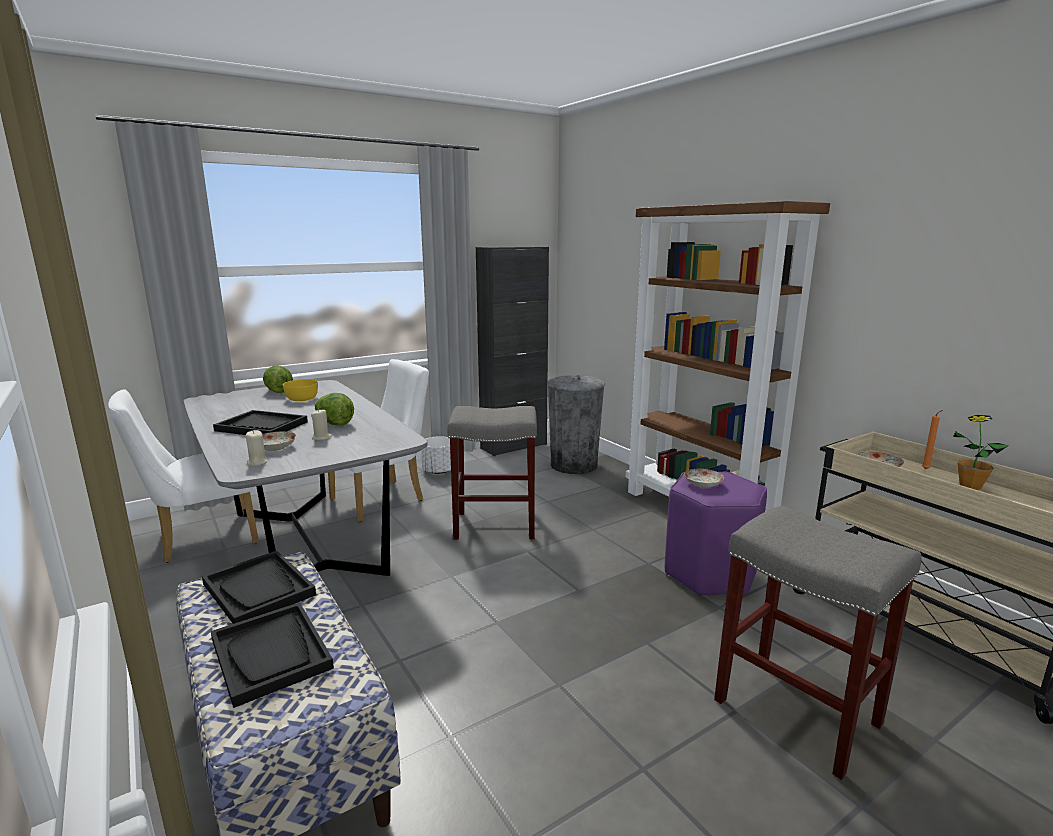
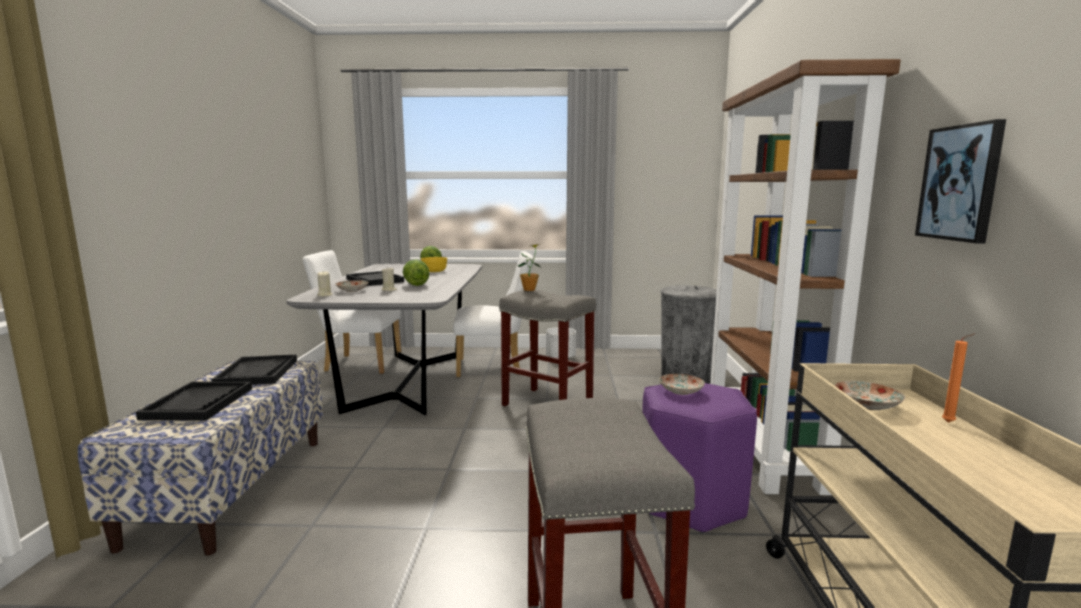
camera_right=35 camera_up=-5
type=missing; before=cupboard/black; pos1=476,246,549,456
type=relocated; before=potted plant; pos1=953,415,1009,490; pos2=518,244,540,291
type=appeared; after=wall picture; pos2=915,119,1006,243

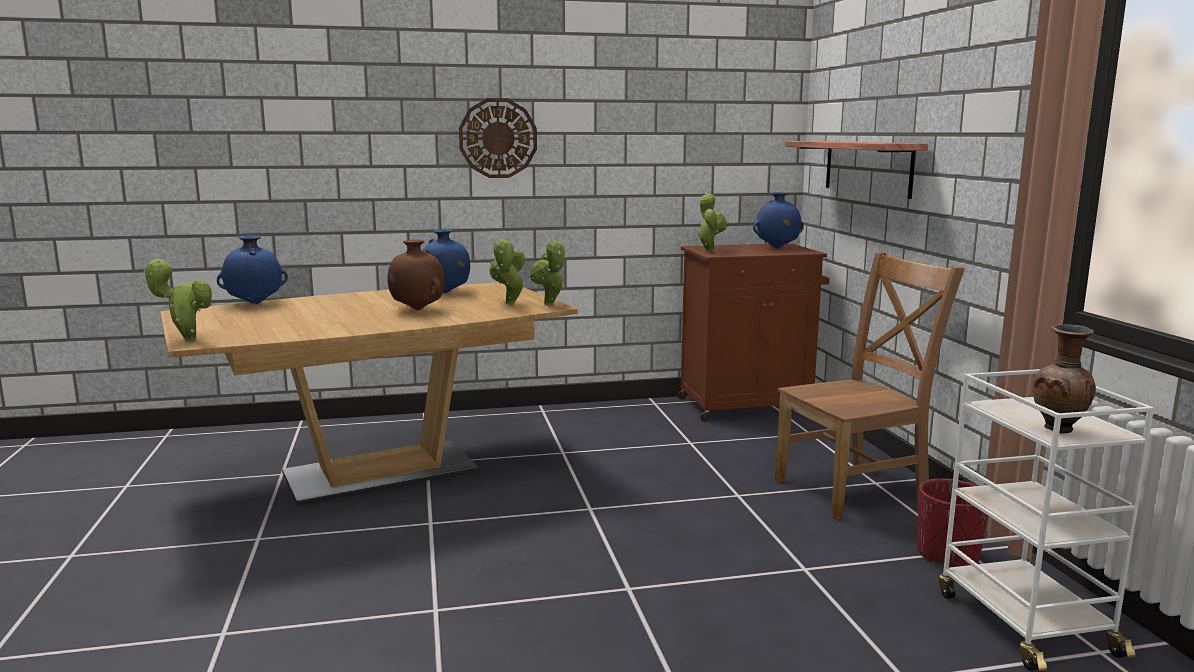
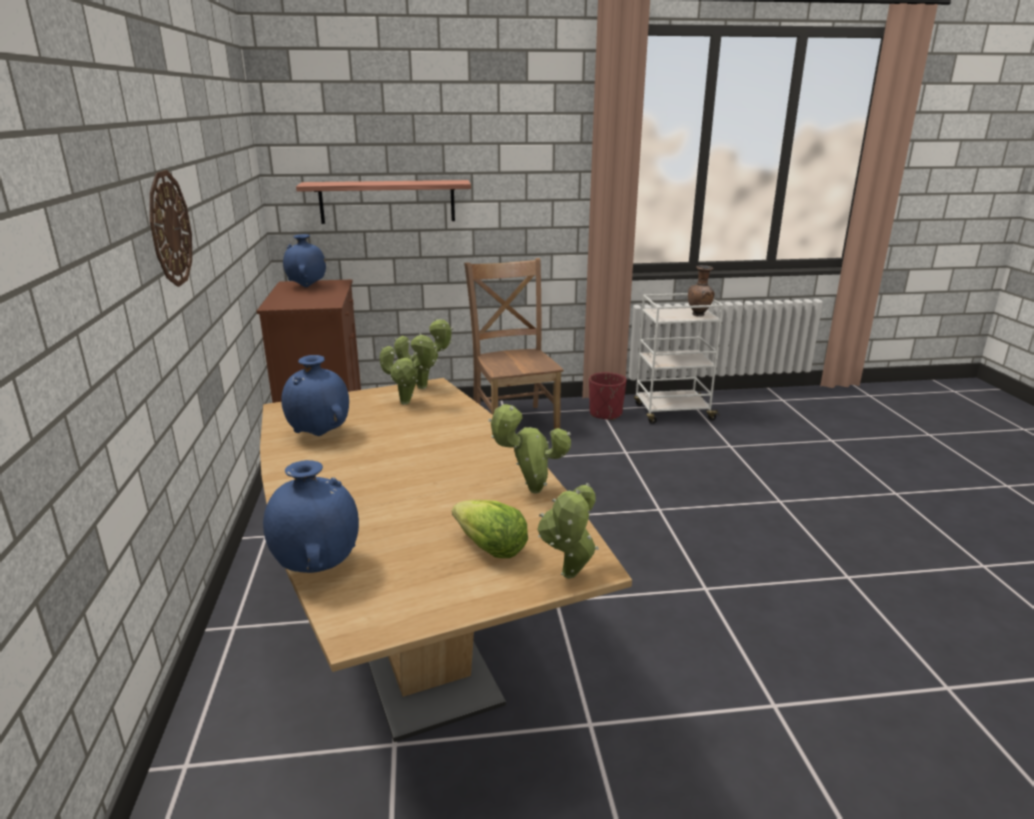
camera_right=-85 camera_up=10
type=relocated; before=potted plant; pos1=697,193,727,252; pos2=488,404,571,494
type=missing; before=decorative vase/brown-coloured; pos1=387,240,445,310
type=appeared; after=lettuce; pos2=452,500,528,558

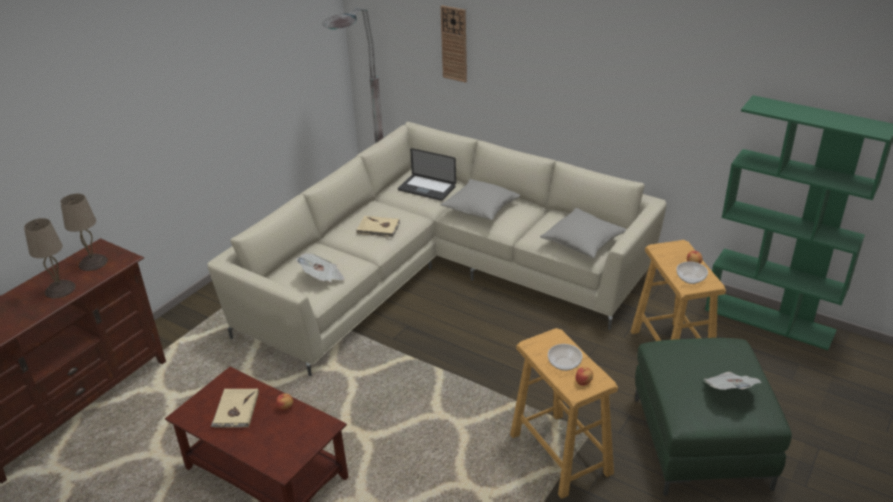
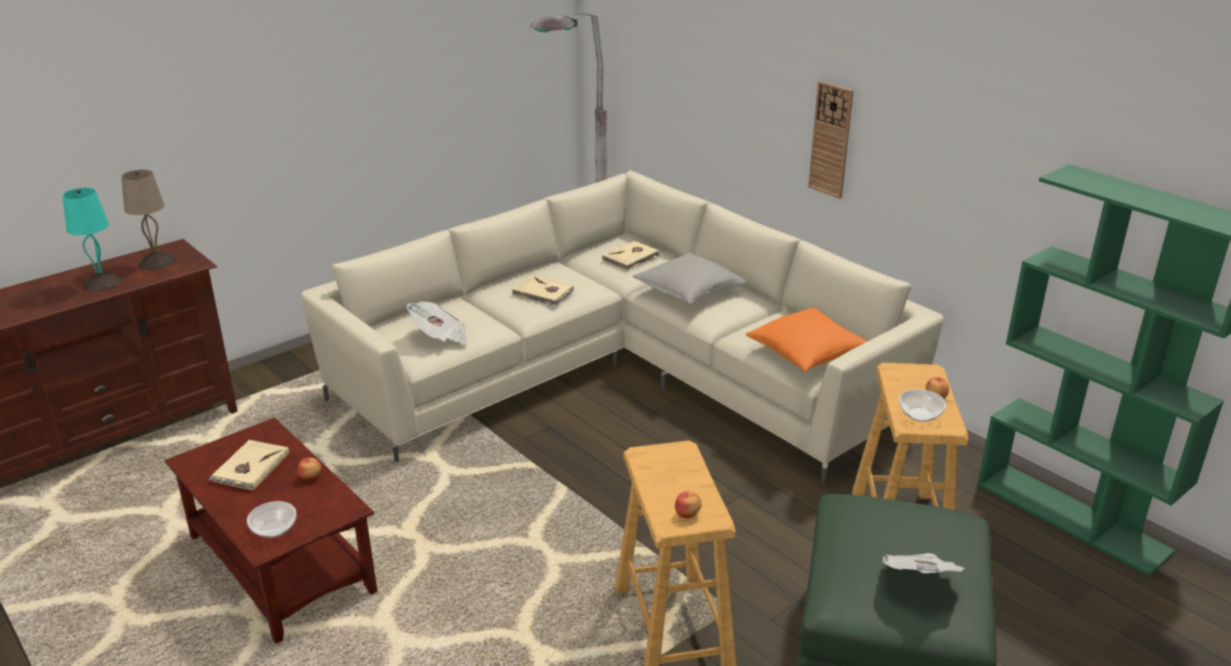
camera_right=15 camera_up=-5
type=relocated; before=hanging clock; pos1=441,5,467,83; pos2=808,81,854,199
type=exchanged; before=portable computer; after=volume/sand-coloured; pos1=398,148,456,201; pos2=602,241,661,271
type=colour; before=pillow/greyish; after=pillow/orange-coloured; pos1=540,208,627,258; pos2=745,307,867,372
type=colour; before=table lamp/sand-coloured; after=table lamp/turquoise-coloured; pos1=24,218,76,298; pos2=62,188,122,292
type=relocated; before=deep dish; pos1=548,344,583,371; pos2=247,501,296,538

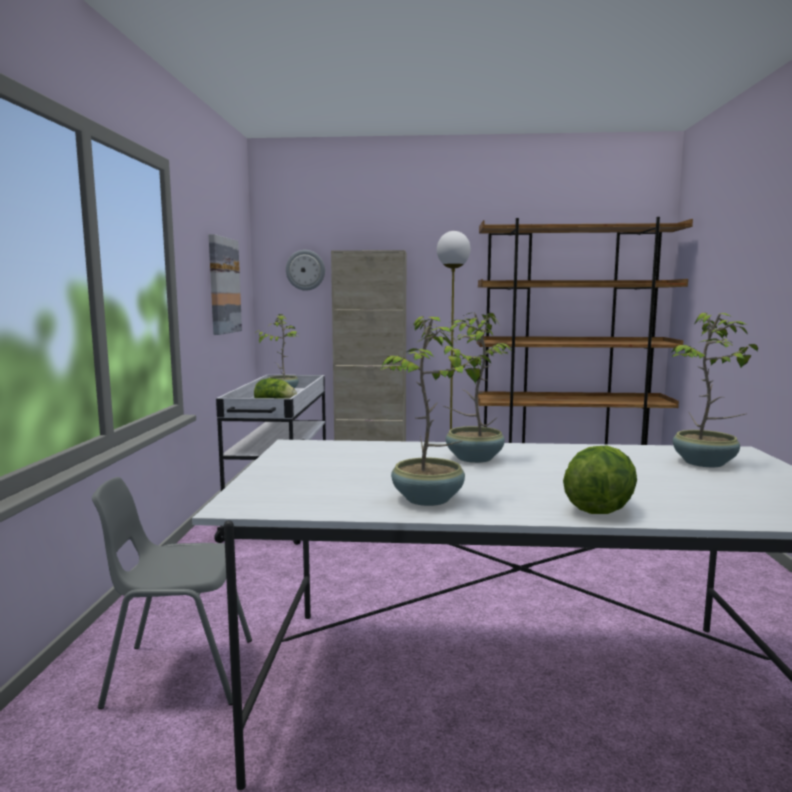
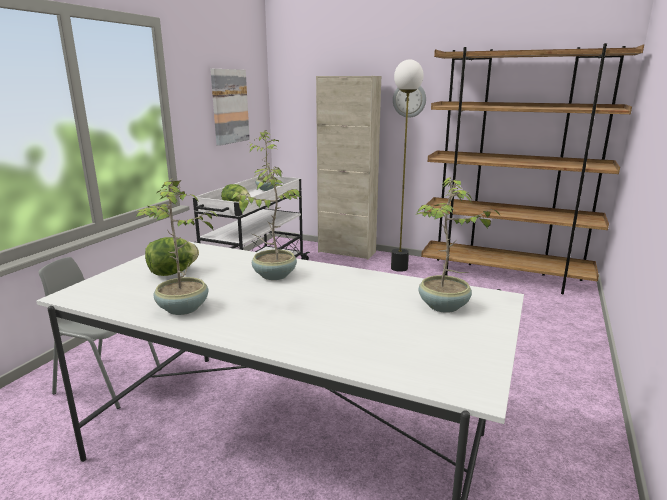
camera_right=20 camera_up=10
type=relocated; before=hanging clock; pos1=286,250,325,291; pos2=393,86,426,118
type=relocated; before=lettuce; pos1=563,445,637,514; pos2=145,237,199,276

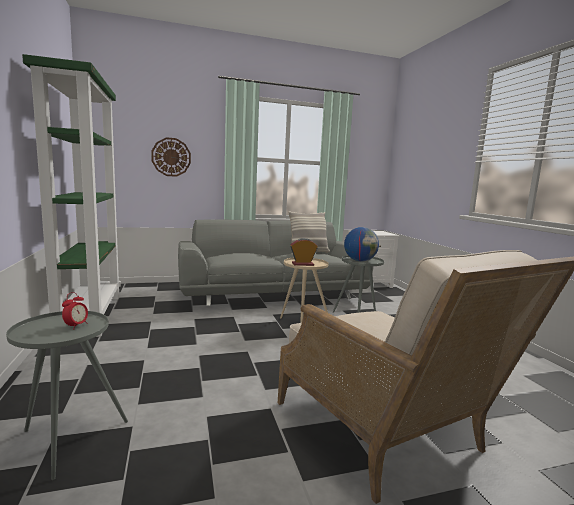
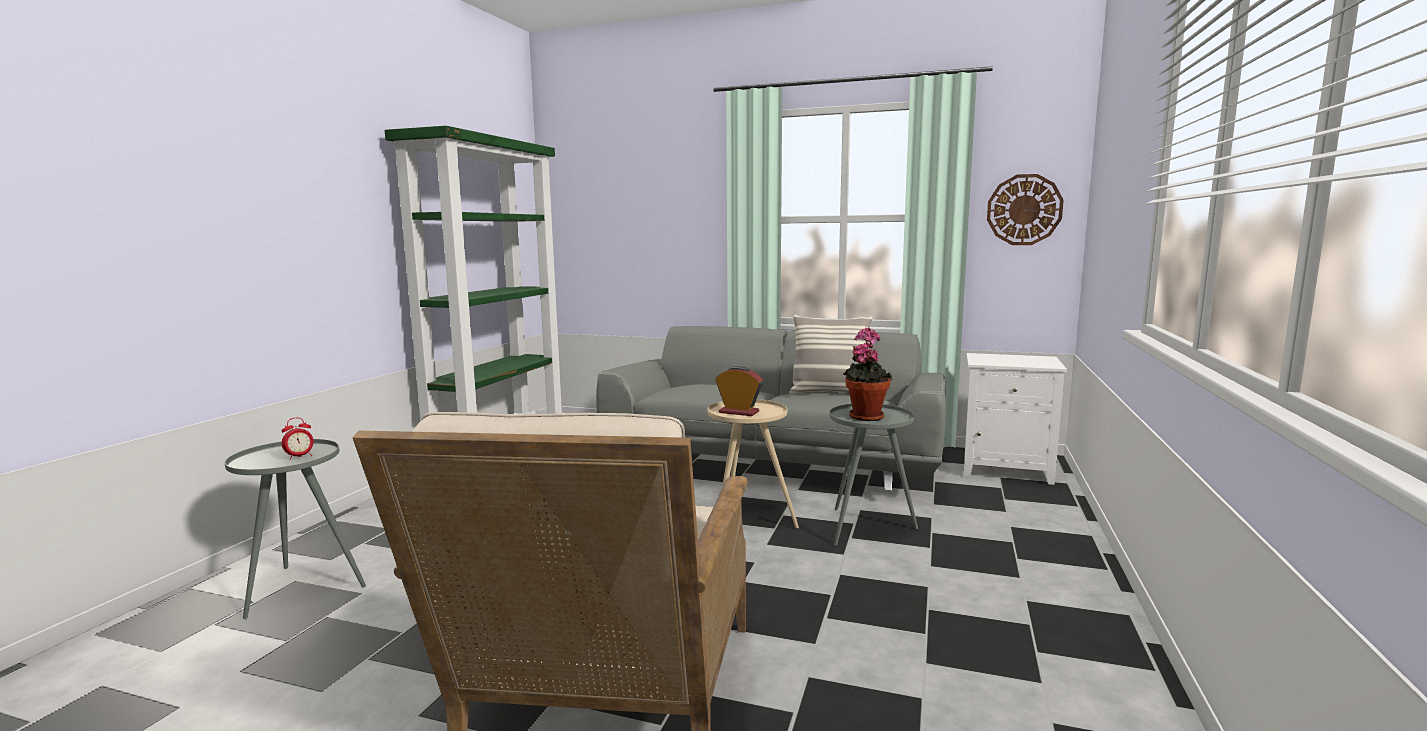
camera_right=35 camera_up=0
type=relocated; before=hanging clock; pos1=151,137,191,177; pos2=987,174,1064,245
type=exchanged; before=world globe; after=potted plant; pos1=344,227,379,261; pos2=843,327,893,421

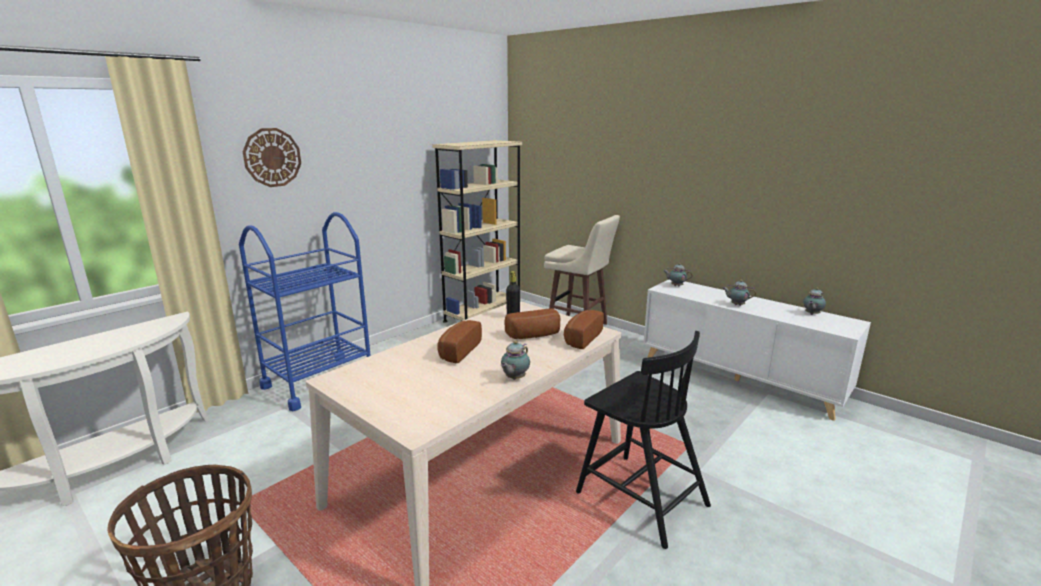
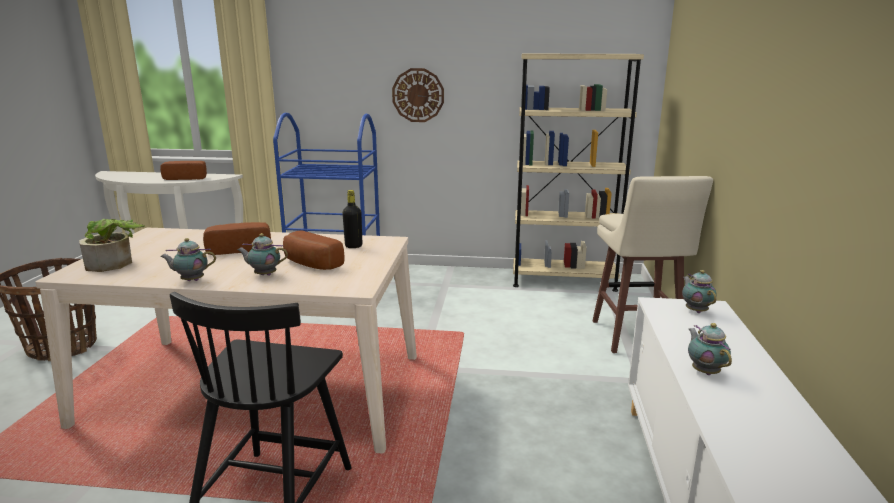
camera_right=55 camera_up=0
type=relocated; before=hanging clock; pos1=243,128,301,187; pos2=392,68,444,122
type=relocated; before=tea pot; pos1=803,288,826,315; pos2=237,233,288,276
type=relocated; before=bakery bread; pos1=564,310,604,349; pos2=160,161,207,180
type=appeared; after=potted plant; pos2=79,219,145,272

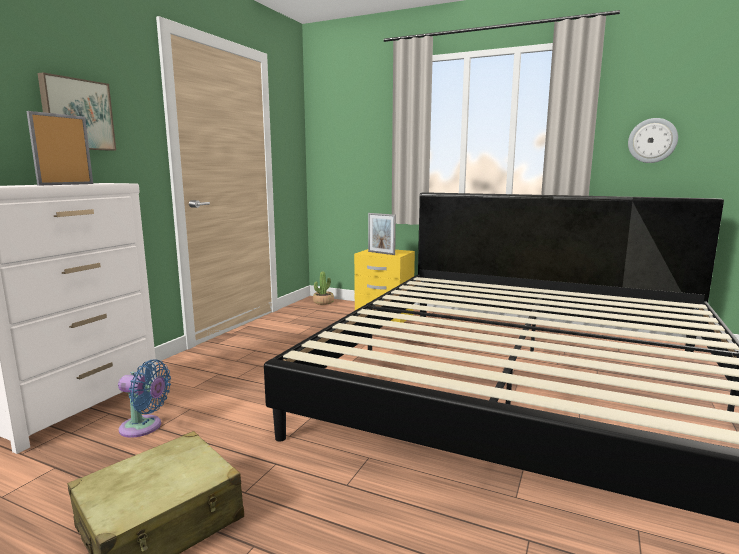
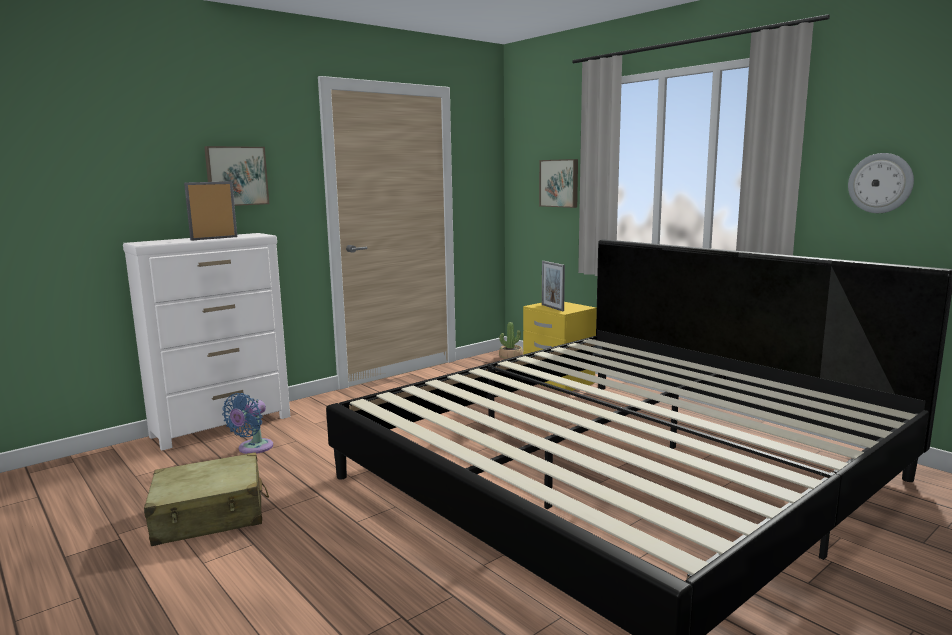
camera_right=25 camera_up=0
type=spun; before=cooling fan/blue; pos1=118,360,171,438; pos2=222,393,273,454; turn=75
type=appeared; after=wall picture; pos2=539,159,578,208

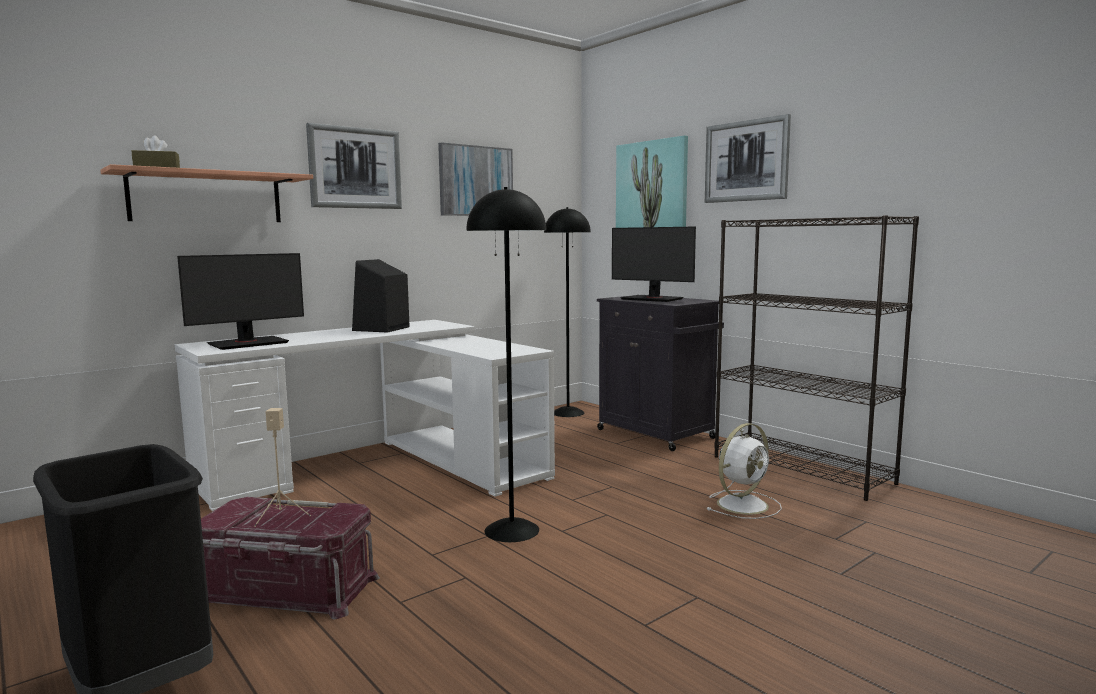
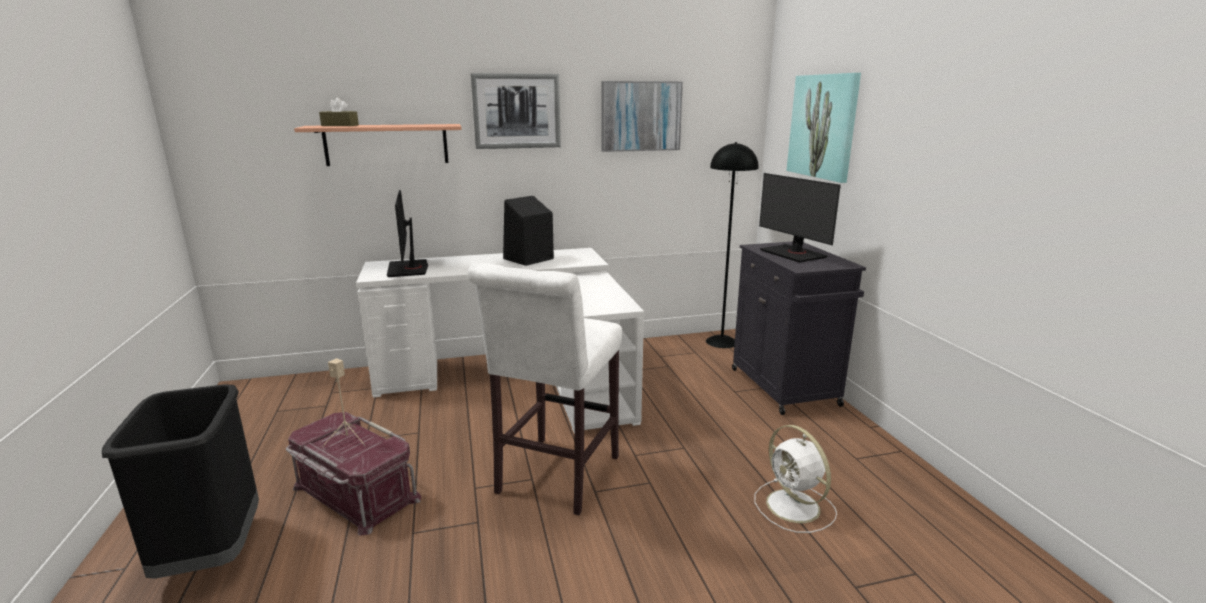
camera_right=25 camera_up=10
type=missing; before=wall picture; pos1=705,114,791,203
type=exchanged; before=floor lamp/black; after=stool/whitish; pos1=466,187,546,542; pos2=468,263,622,515
type=missing; before=bookcase/black; pos1=714,215,919,501
type=spun; before=computer screen; pos1=177,253,304,350; pos2=387,190,428,277; turn=90
type=spun; before=cooling fan/whitish; pos1=706,423,782,519; pos2=754,425,837,533; turn=75

